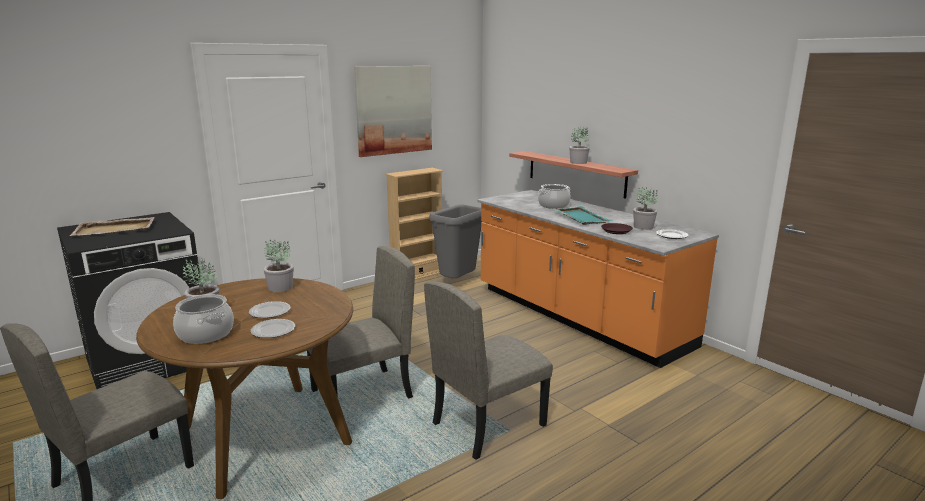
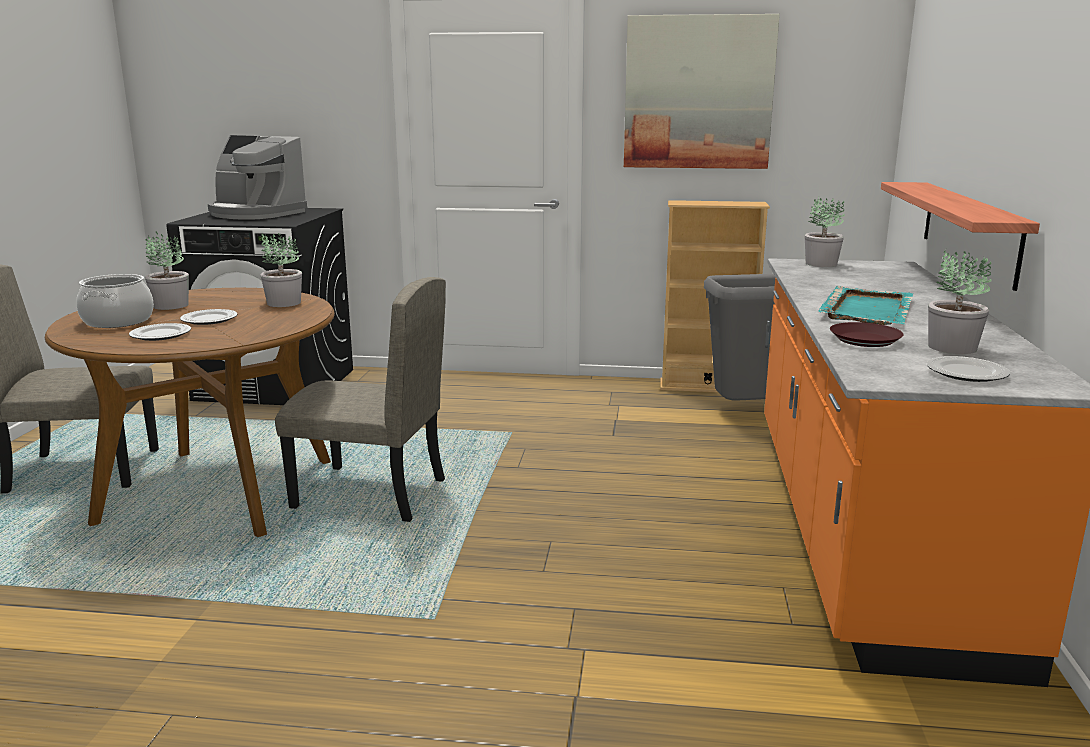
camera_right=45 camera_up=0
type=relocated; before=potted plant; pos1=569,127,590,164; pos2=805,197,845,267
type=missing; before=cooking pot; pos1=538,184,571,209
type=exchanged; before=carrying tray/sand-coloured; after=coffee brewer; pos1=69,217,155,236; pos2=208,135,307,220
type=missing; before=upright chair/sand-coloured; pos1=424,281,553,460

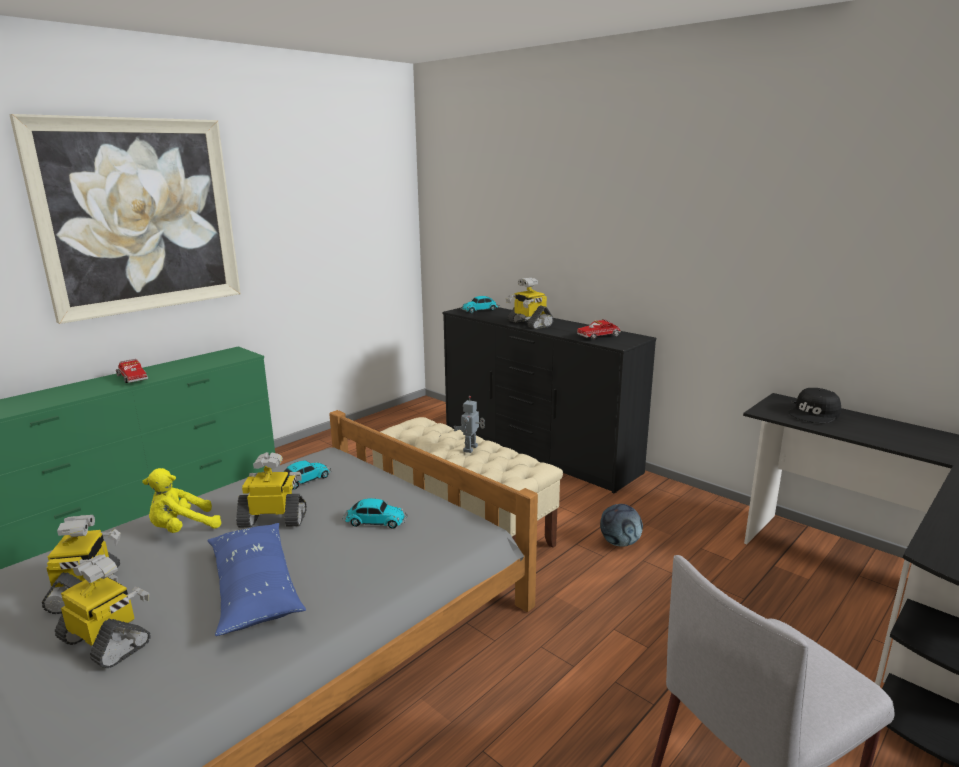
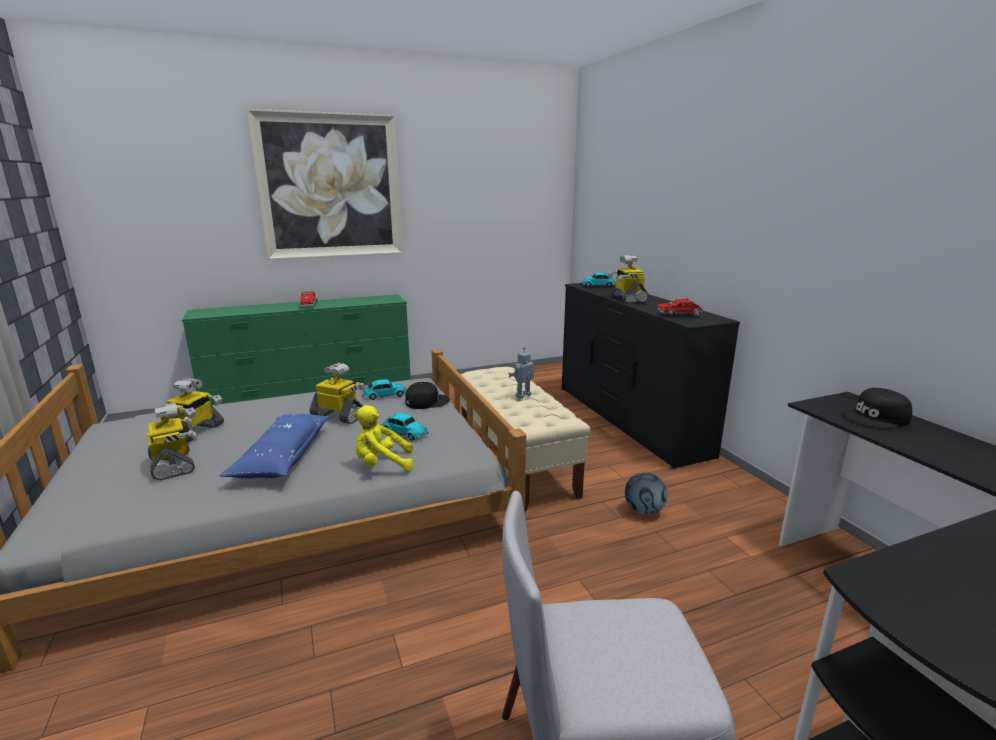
camera_right=25 camera_up=0
type=relocated; before=plush toy/yellow-coloured; pos1=142,468,221,533; pos2=353,405,413,471
type=appeared; after=peaked cap/black; pos2=405,382,450,409

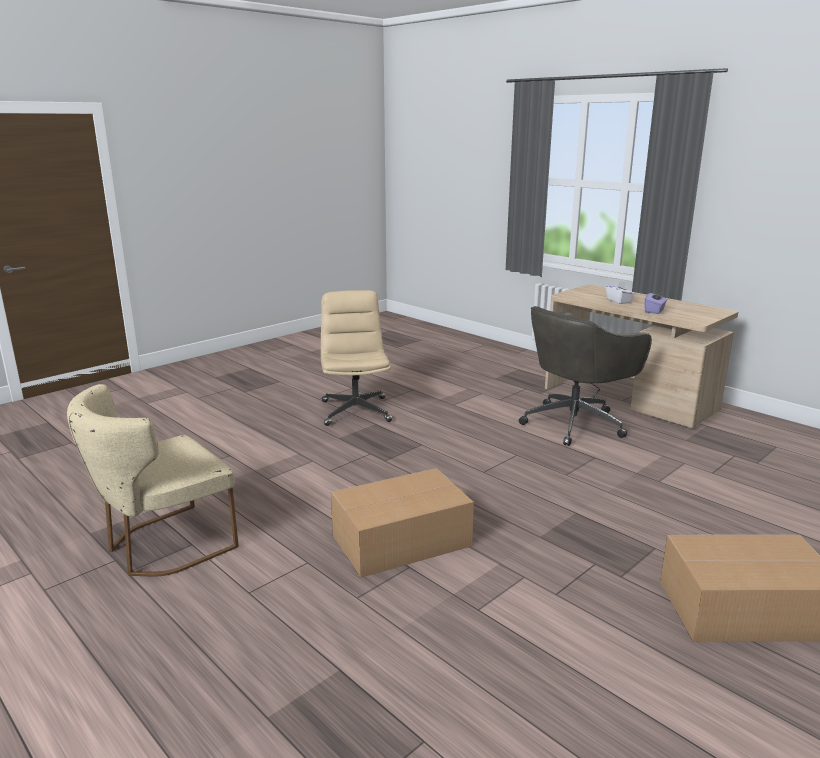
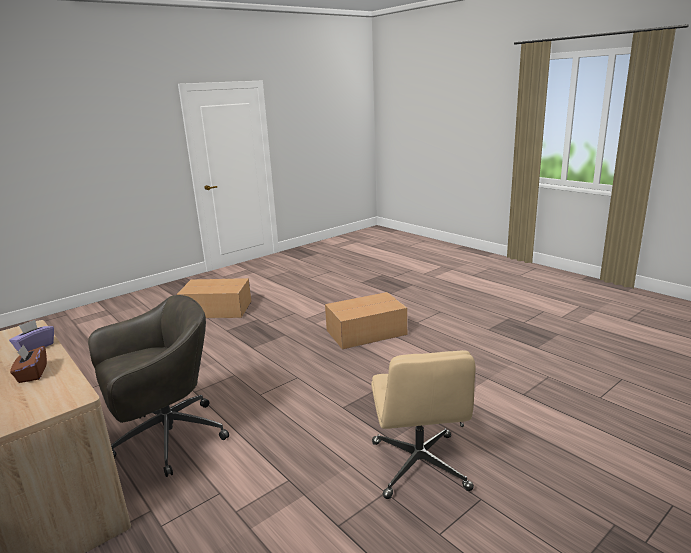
camera_right=-175 camera_up=0
type=colour; before=tissue holder/whitish; after=tissue holder/brown-coloured; pos1=606,280,634,304; pos2=10,345,47,383
type=missing; before=upright chair/sand-coloured; pos1=67,384,239,576

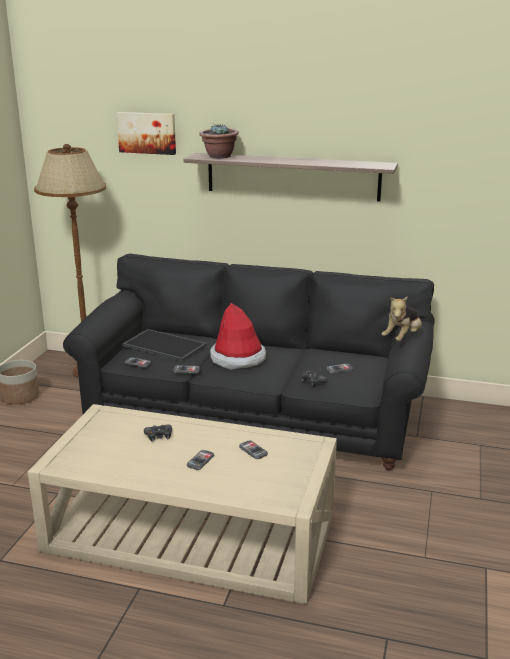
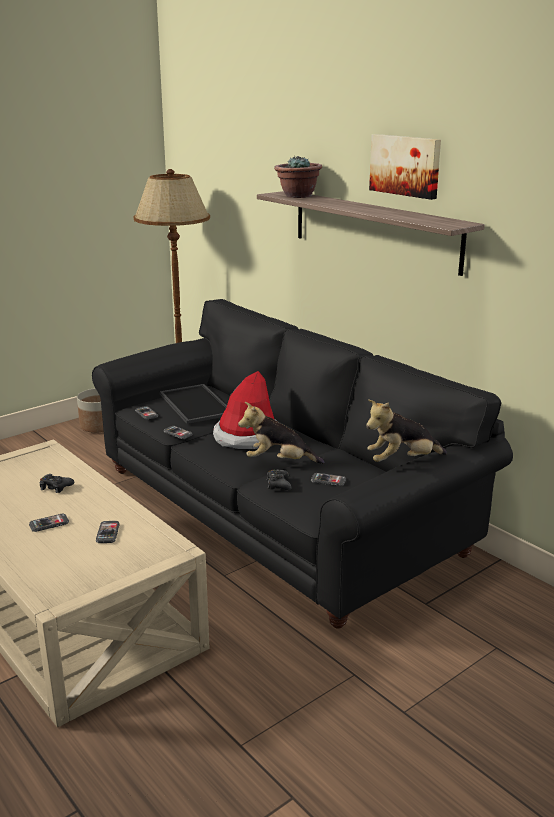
camera_right=35 camera_up=0
type=relocated; before=wall picture; pos1=116,112,176,155; pos2=369,134,441,200
type=appeared; after=plush toy; pos2=238,402,325,464

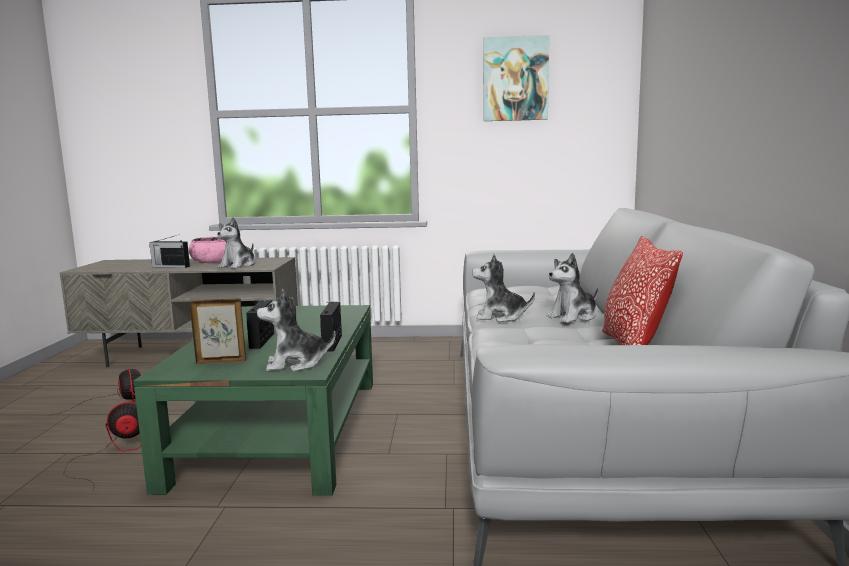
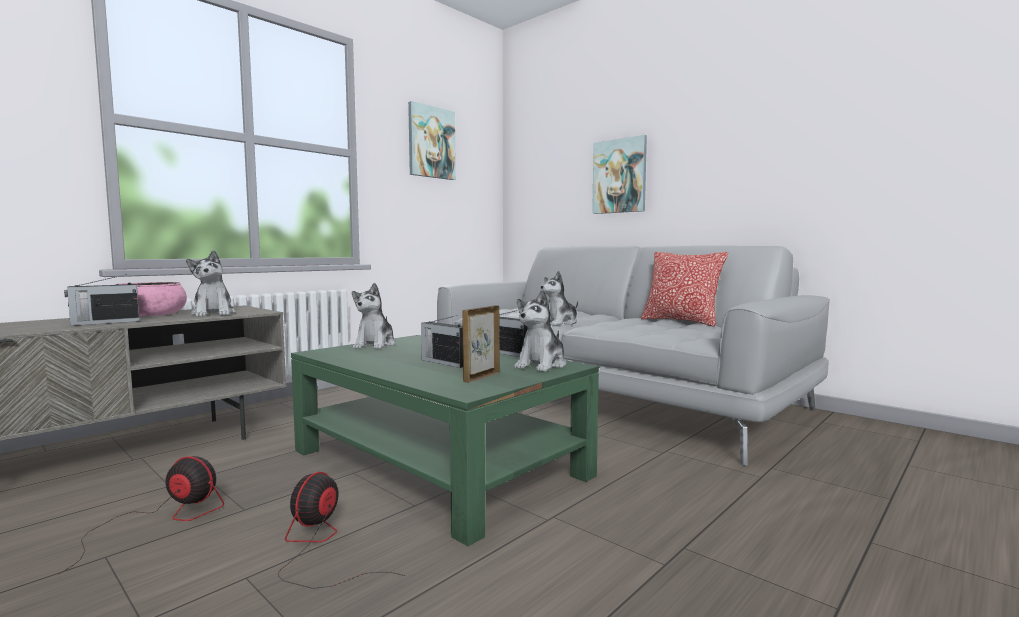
camera_right=-50 camera_up=-5
type=relocated; before=plush toy; pos1=546,253,598,323; pos2=352,283,396,349
type=appeared; after=wall picture; pos2=592,135,647,214

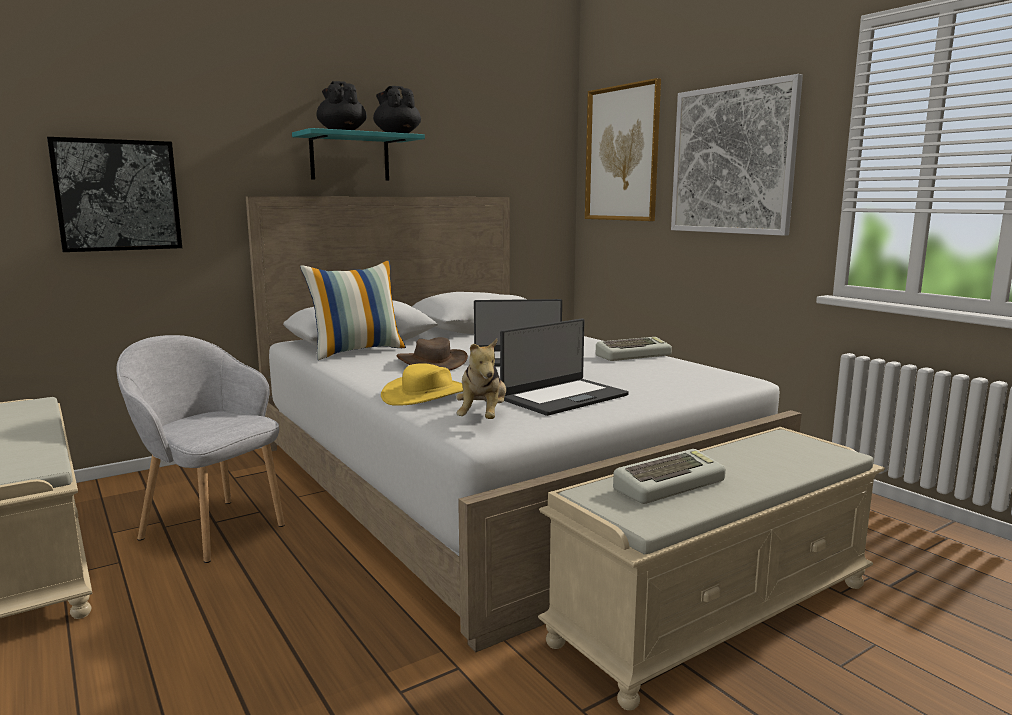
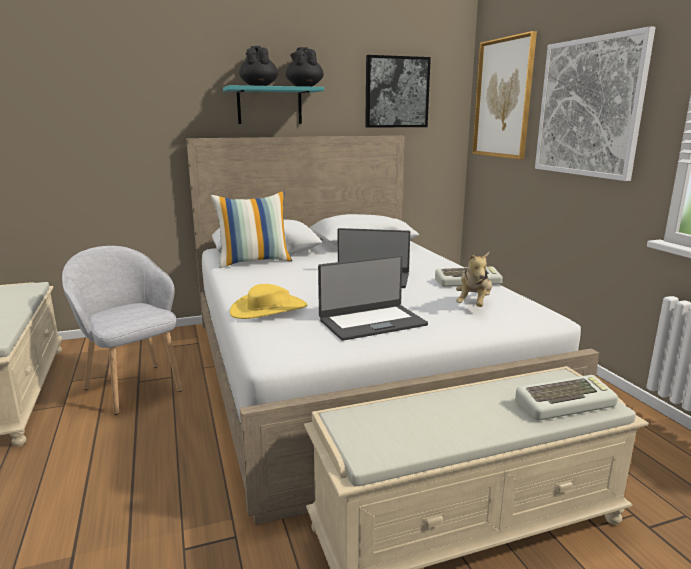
camera_right=15 camera_up=5
type=relocated; before=wall picture; pos1=47,137,182,252; pos2=365,55,431,128
type=missing; before=hat/brown-coloured; pos1=397,337,468,370
type=relocated; before=plush toy; pos1=456,339,506,419; pos2=456,252,492,307
type=relocated; before=keyboard; pos1=613,449,726,504; pos2=515,375,618,420

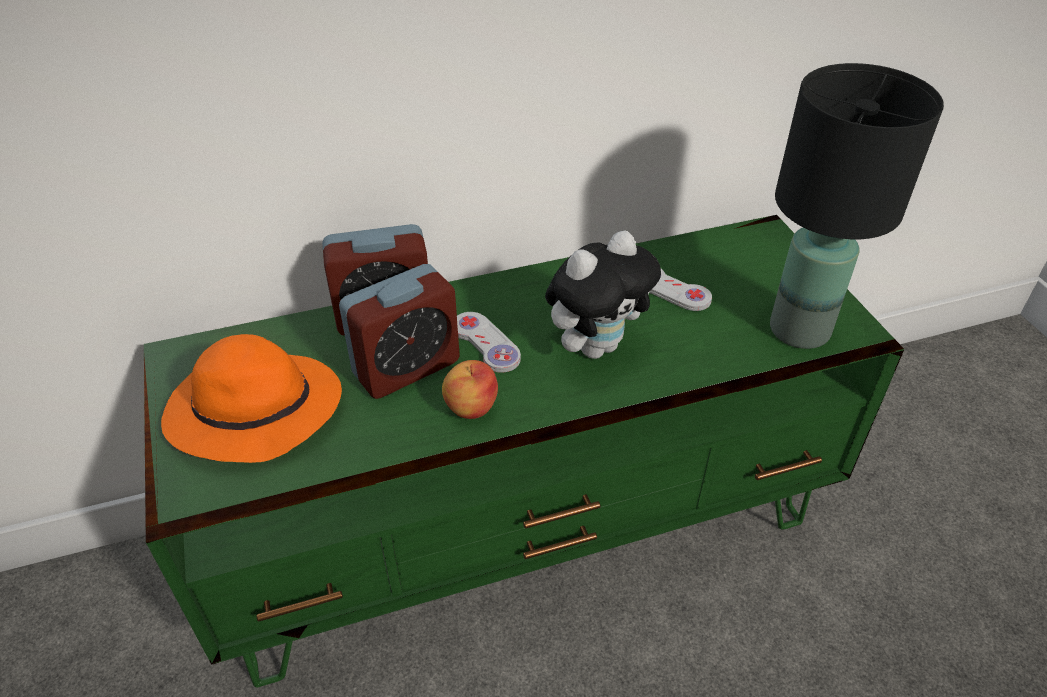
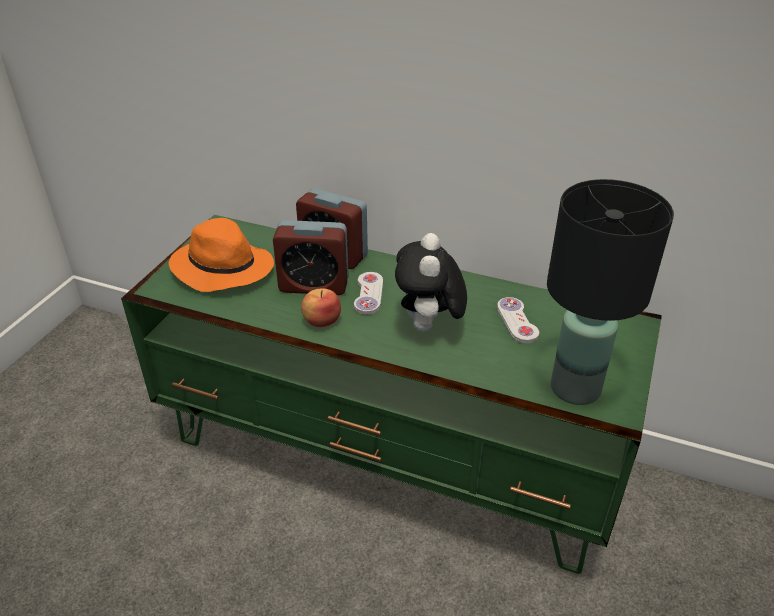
camera_right=40 camera_up=-5
type=spun; before=plush toy; pos1=545,230,661,359; pos2=395,233,467,332; turn=90

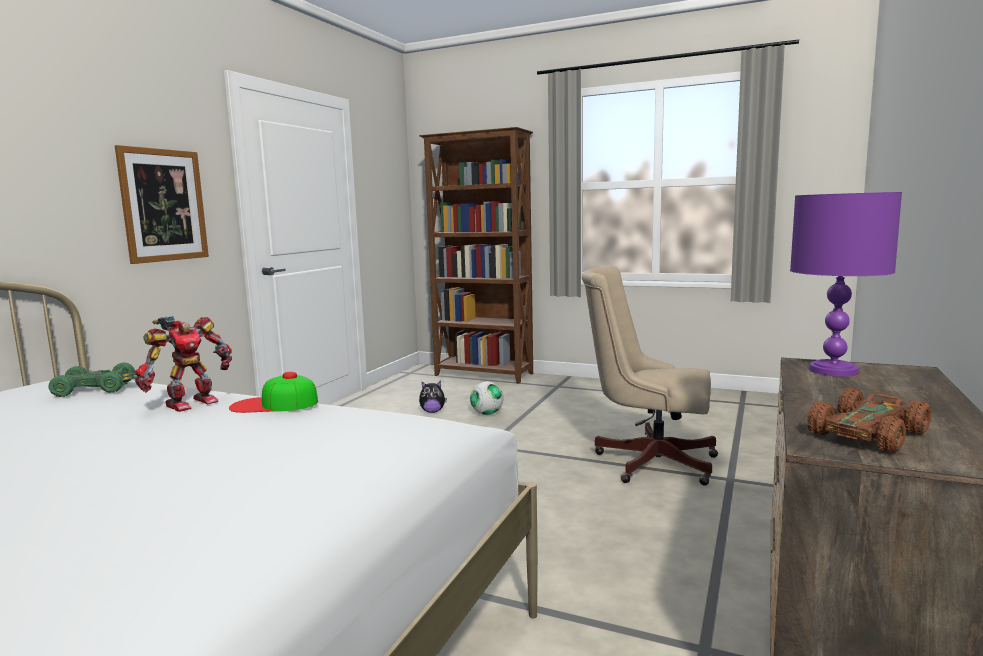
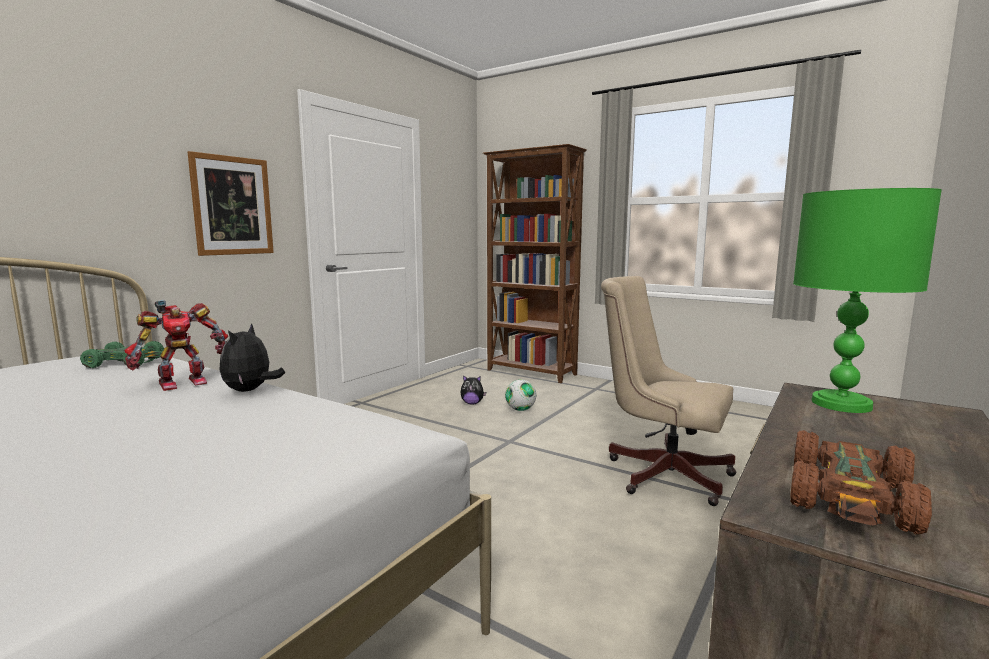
camera_right=10 camera_up=0
type=colour; before=table lamp/purplish; after=table lamp/green; pos1=790,192,902,377; pos2=793,188,942,413
type=exchanged; before=peaked cap; after=plush toy; pos1=229,372,318,413; pos2=220,323,285,392
type=spun; before=model car/brown-coloured; pos1=807,388,932,453; pos2=790,430,932,534; turn=150

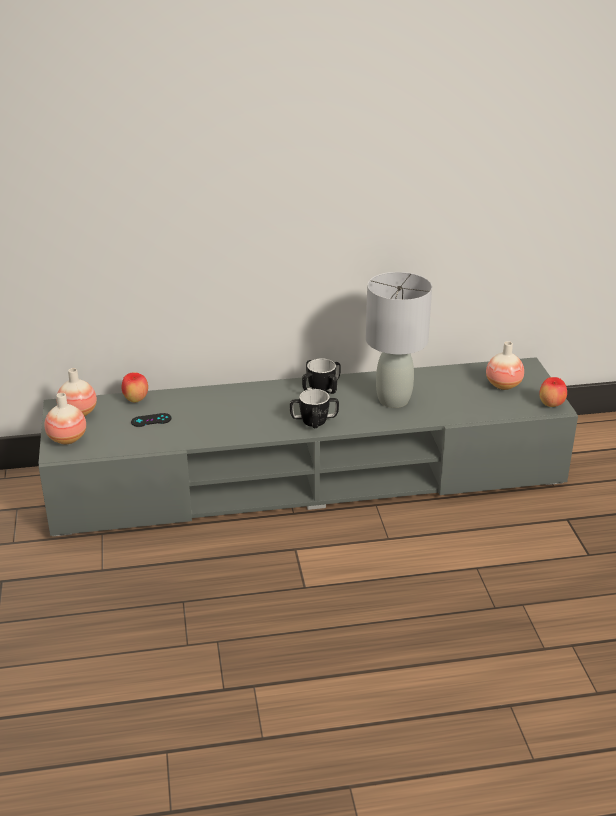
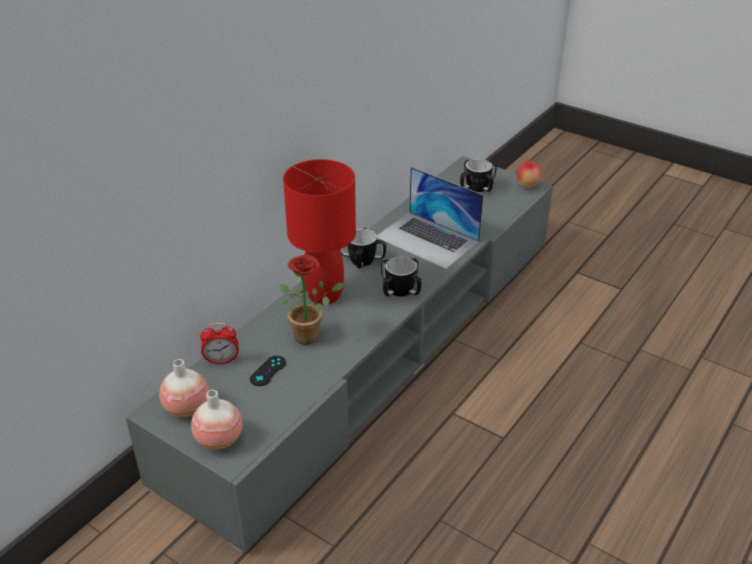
camera_right=-45 camera_up=5
type=exchanged; before=table lamp/greyish; after=portable computer; pos1=366,272,432,408; pos2=377,167,484,269
type=exchanged; before=decorative vase; after=mug; pos1=486,341,524,390; pos2=460,159,497,192
type=exchanged; before=apple; after=alarm clock; pos1=121,372,148,403; pos2=200,323,239,365
type=appeared; after=table lamp/red-coloured; pos2=283,159,356,305
type=appeared; after=potted plant; pos2=280,255,344,345

